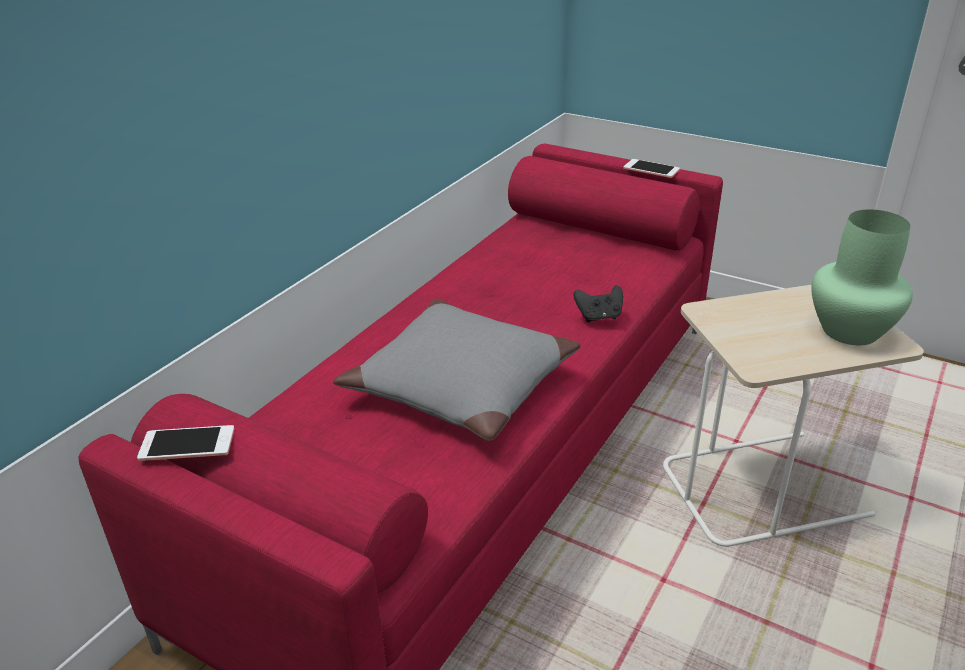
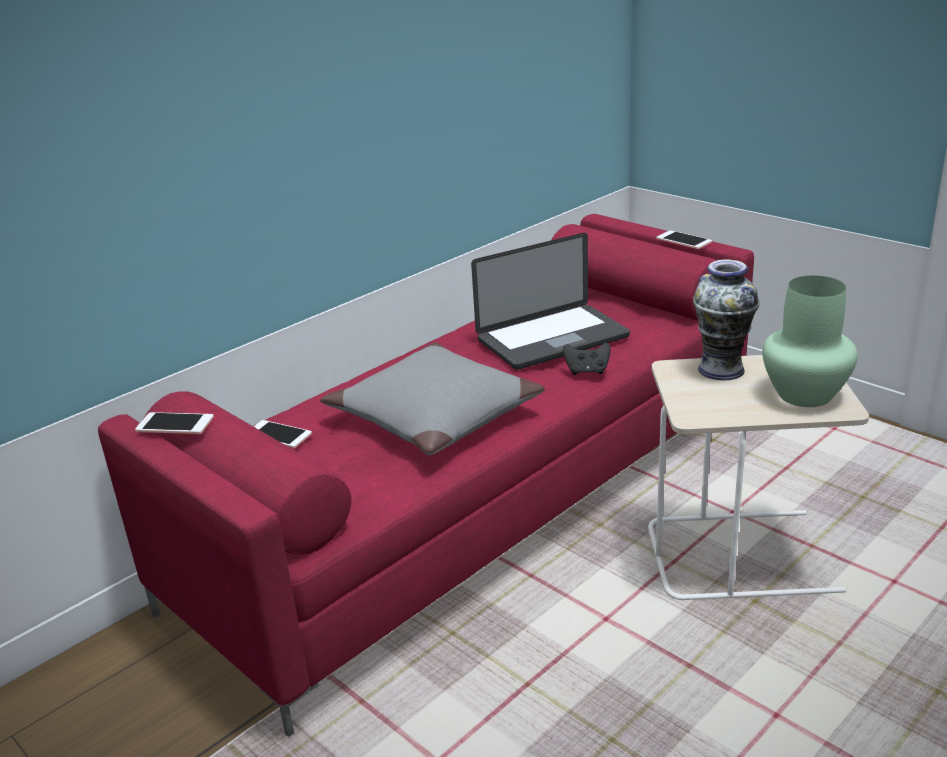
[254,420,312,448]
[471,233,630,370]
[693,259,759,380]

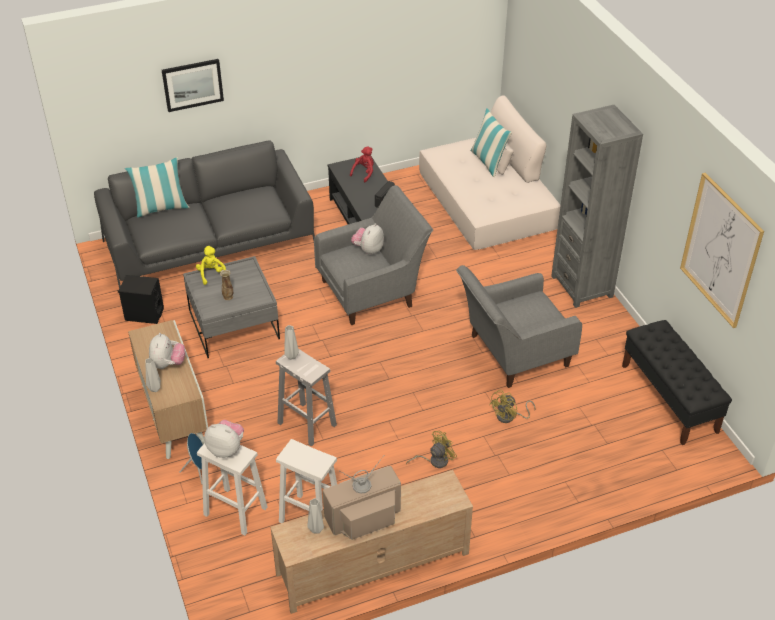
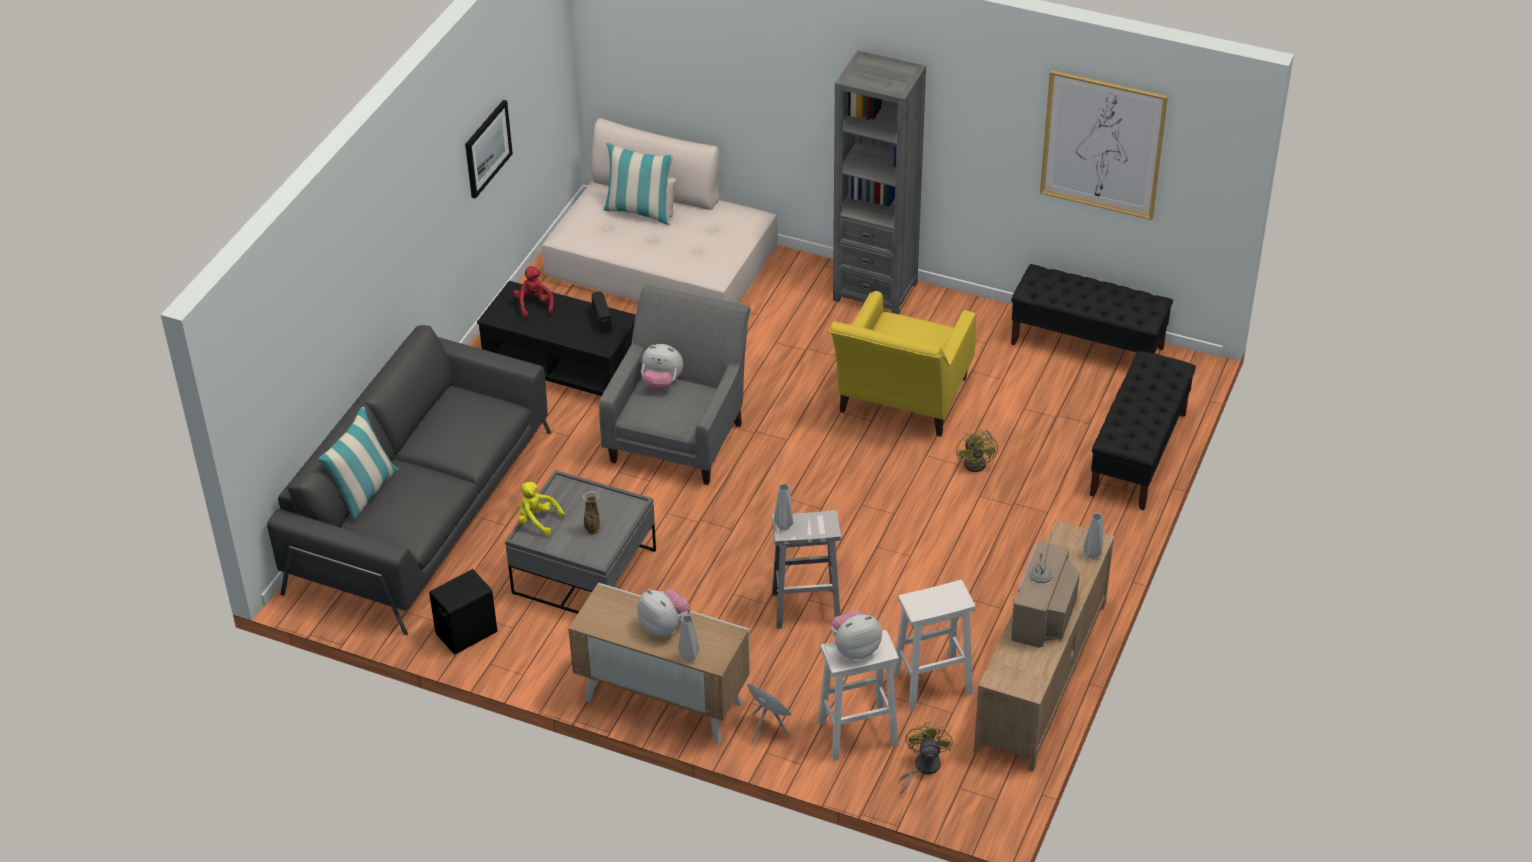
[465,100,513,199]
[641,344,683,392]
[829,291,976,437]
[899,722,953,794]
[1083,513,1103,559]
[1090,351,1196,510]

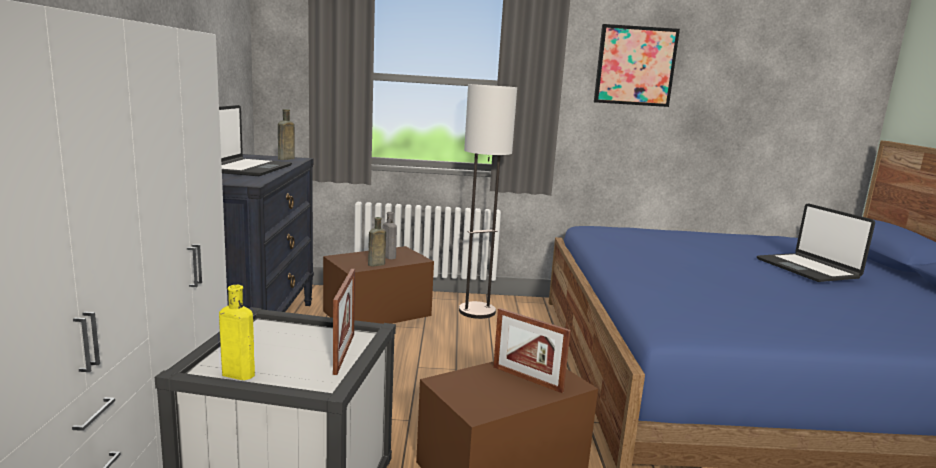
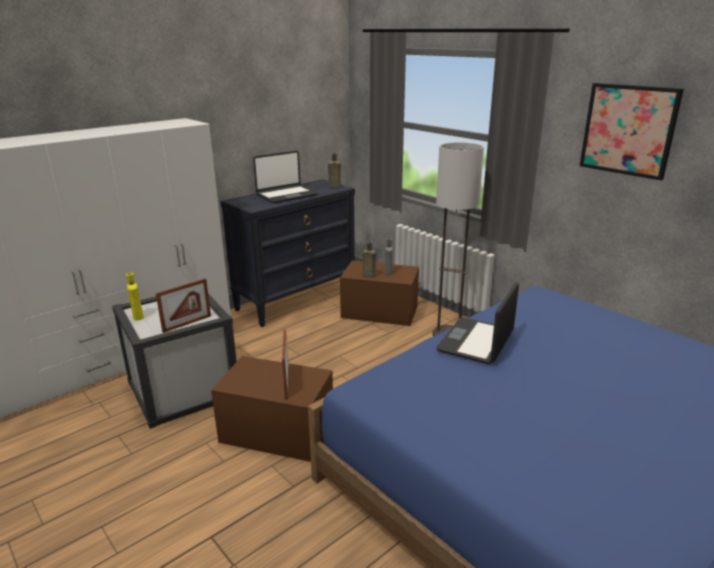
[437,282,519,364]

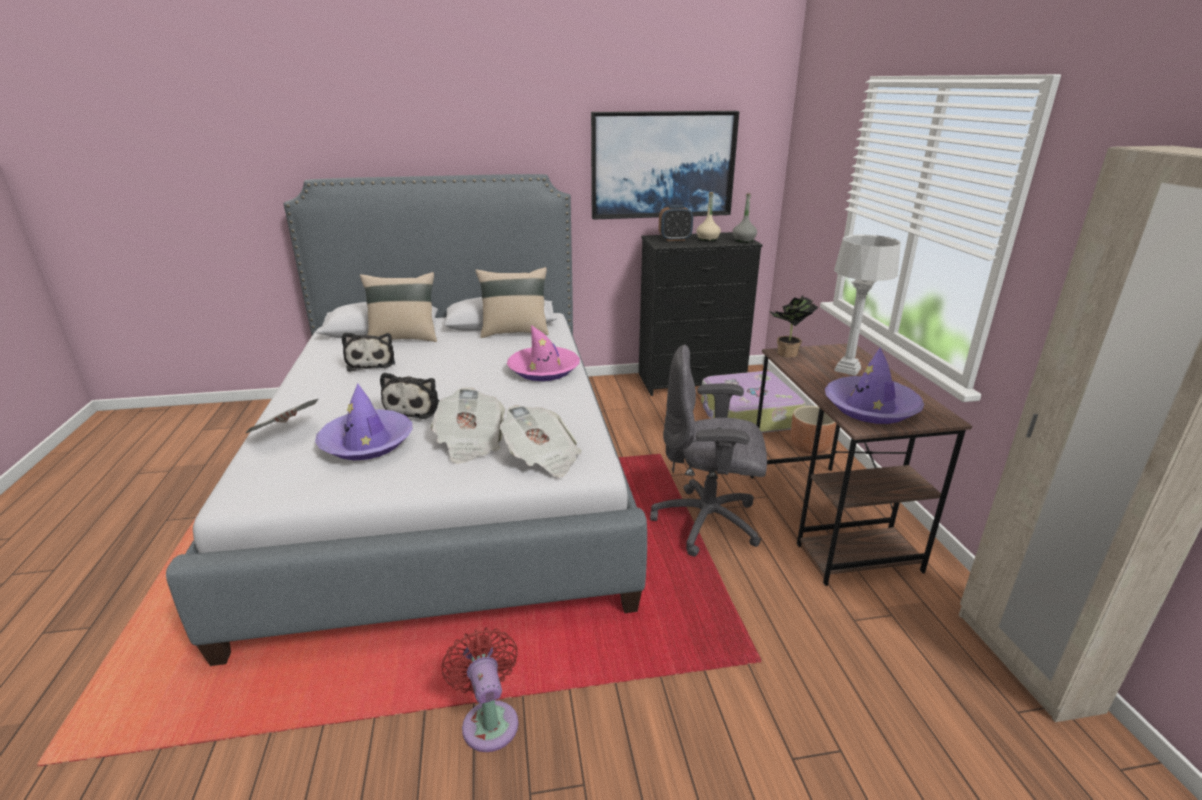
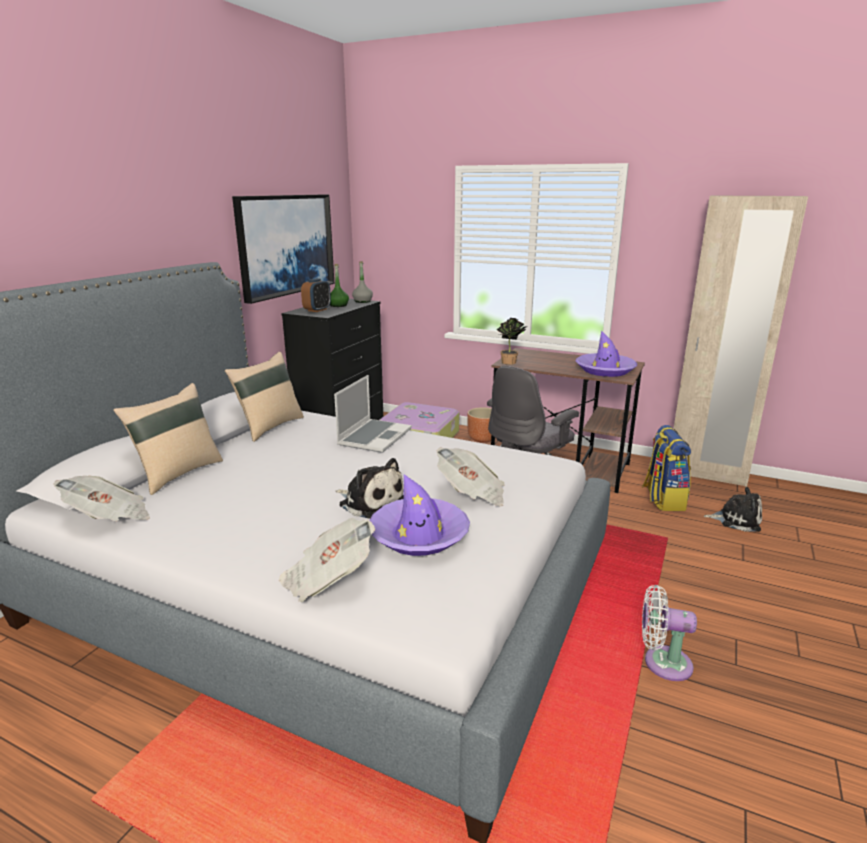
[53,476,150,521]
[330,264,349,307]
[334,375,412,453]
[642,425,691,511]
[642,585,697,681]
[704,487,762,532]
[834,234,901,376] (first image)

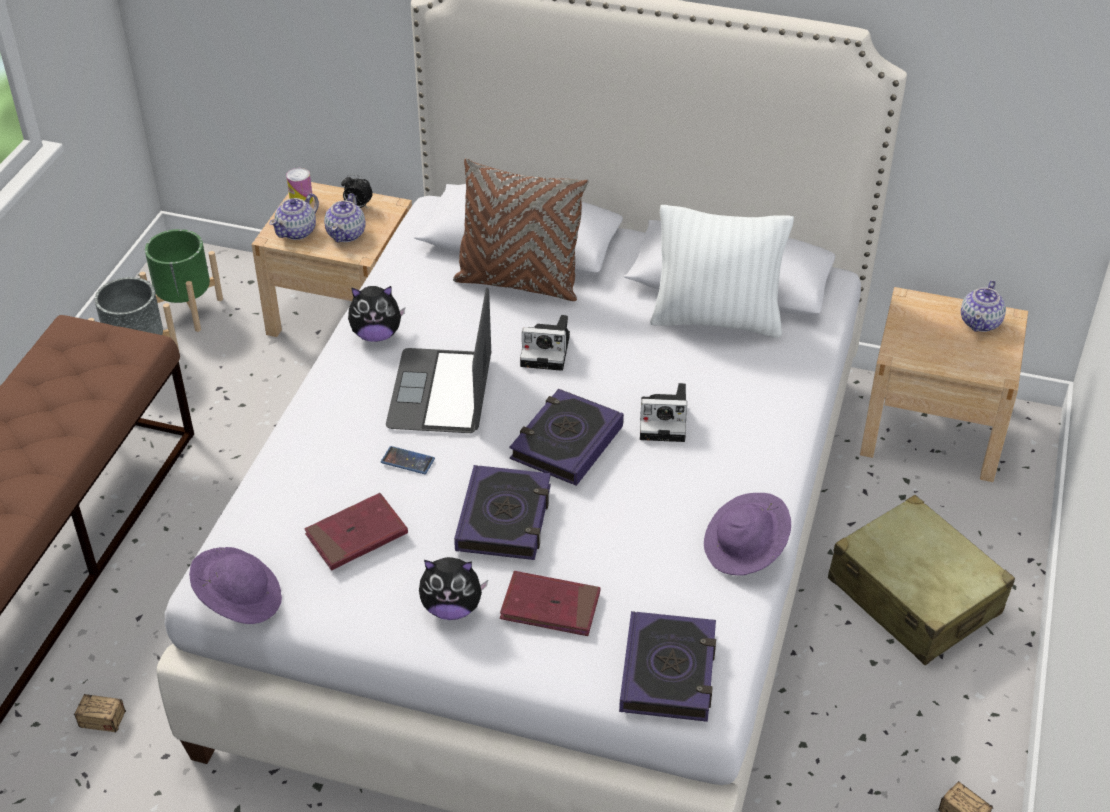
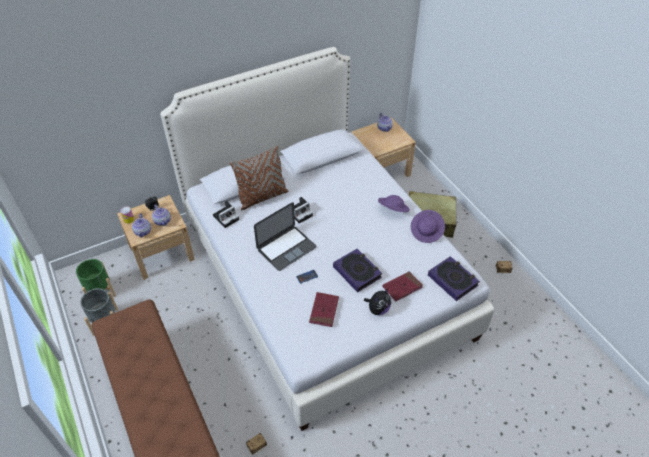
[213,201,239,228]
[254,202,317,271]
[378,195,410,212]
[348,286,405,342] (first image)
[509,389,624,486] (first image)
[650,205,794,338] (first image)

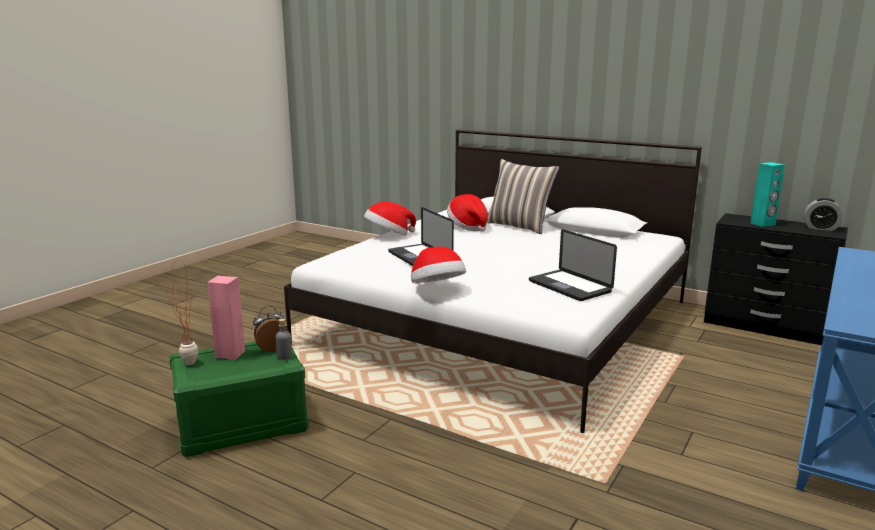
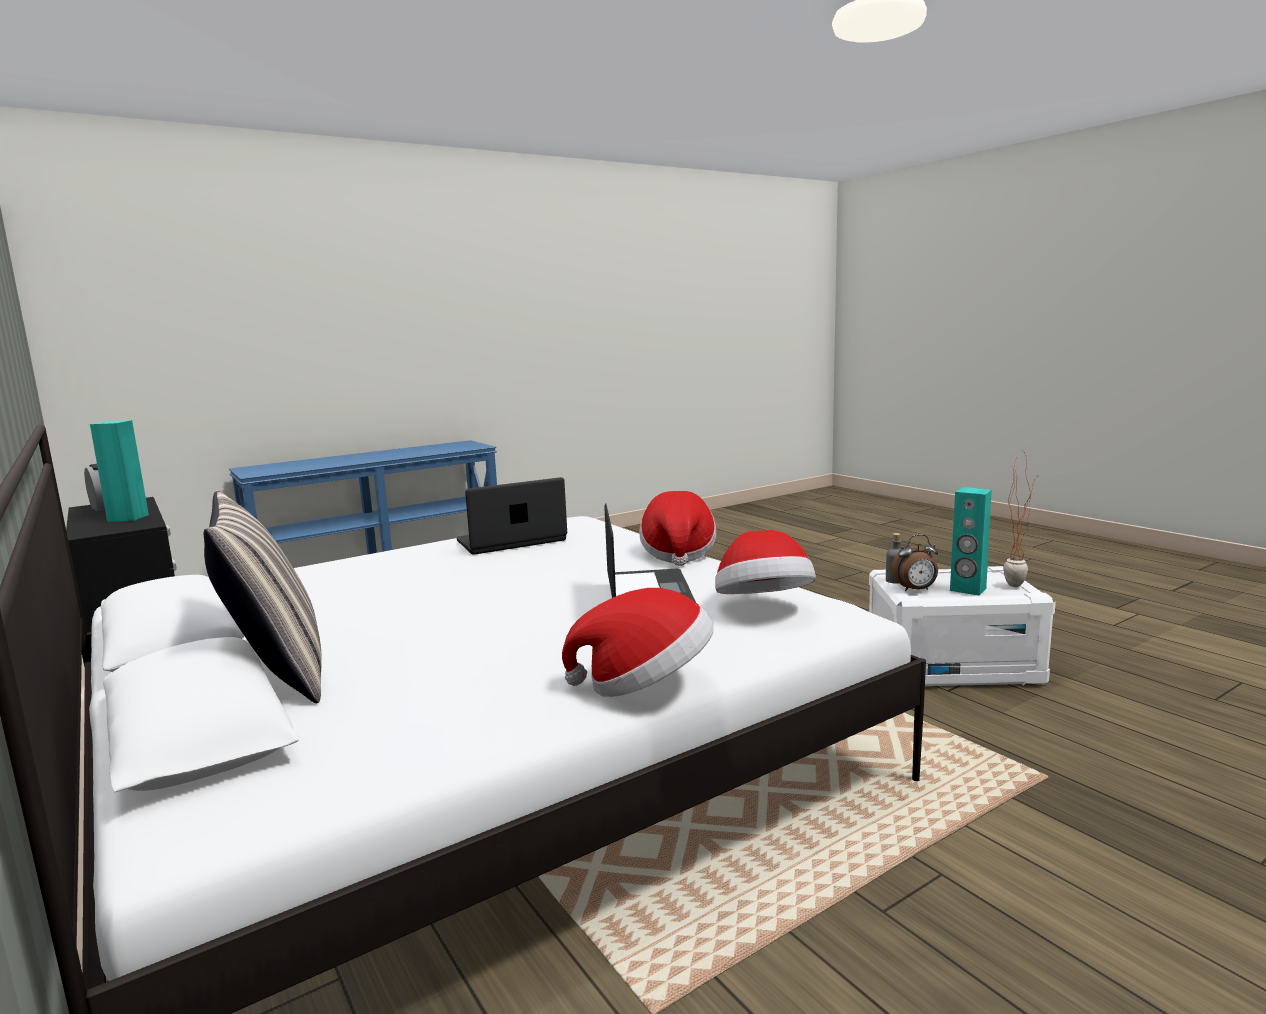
[457,477,567,555]
[715,530,816,594]
[869,566,1056,686]
[950,487,992,596]

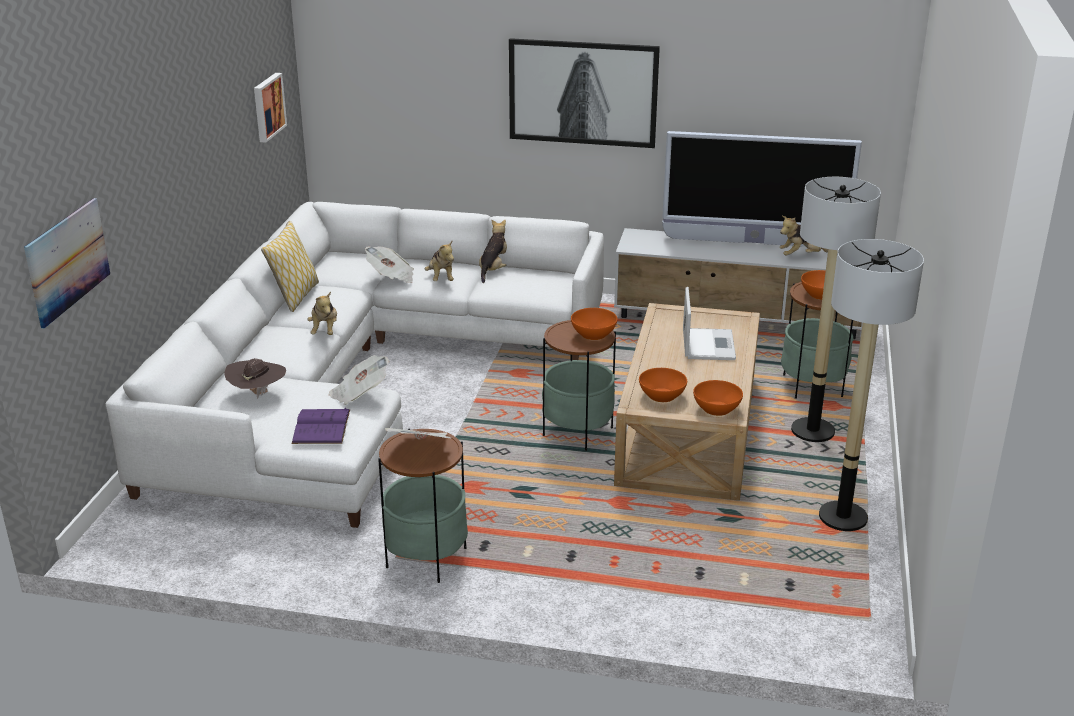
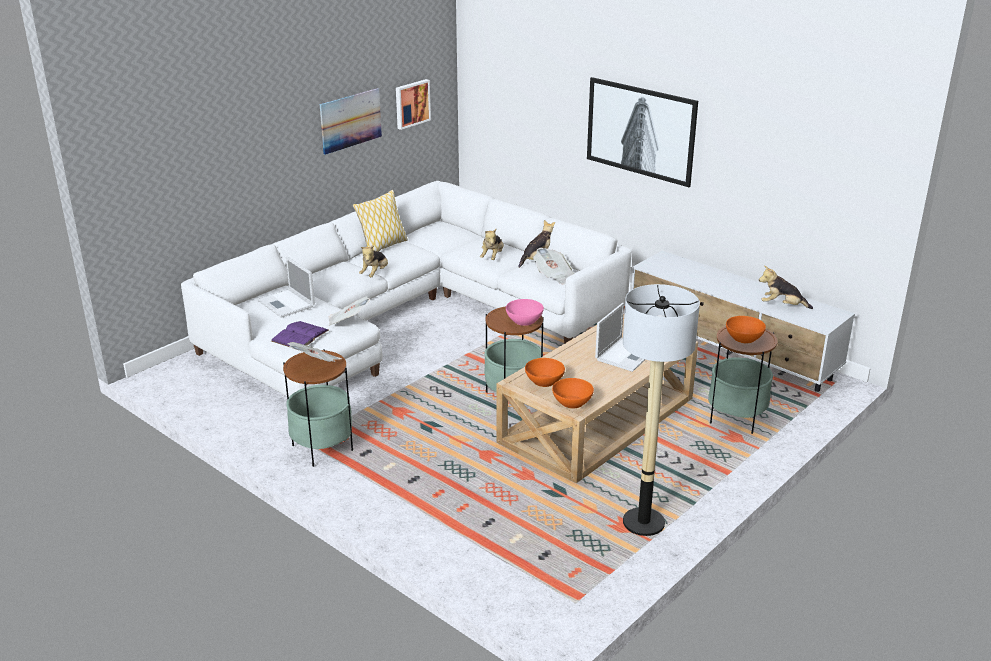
[257,257,315,318]
[320,88,382,155]
[506,299,544,326]
[533,248,575,285]
[662,131,862,247] (first image)
[791,177,881,442] (first image)

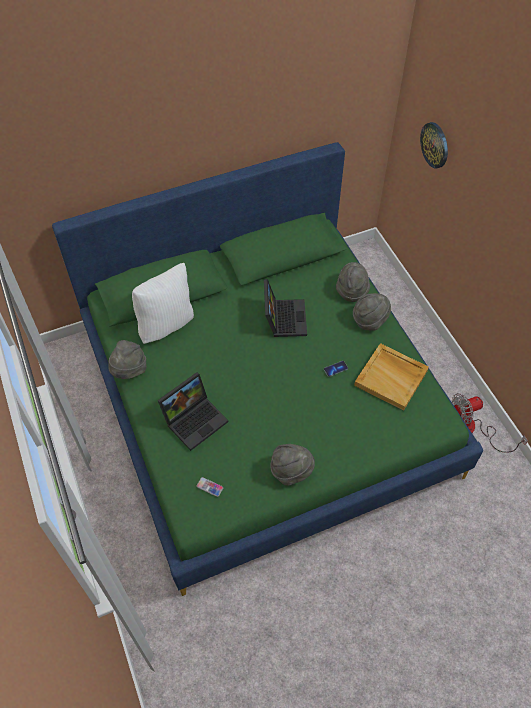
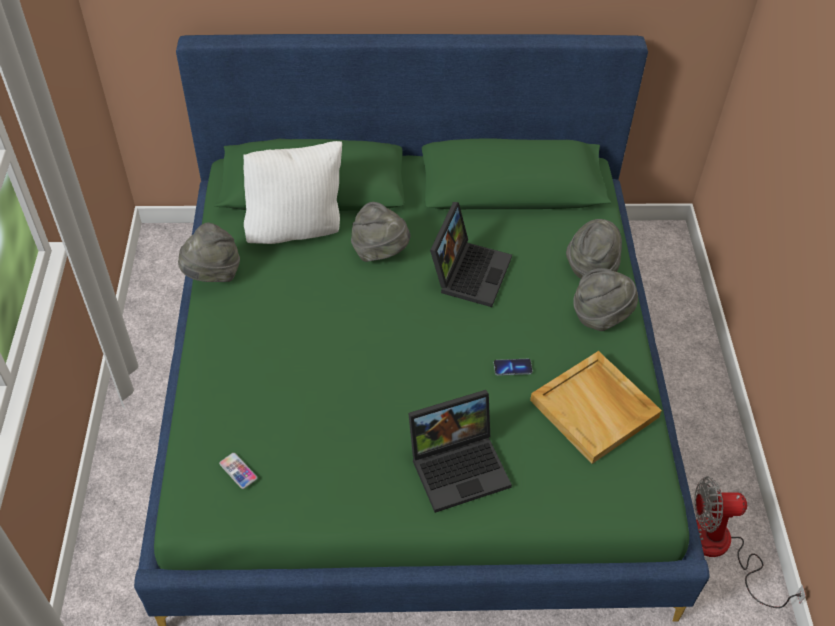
[351,202,410,262]
[408,390,512,513]
[420,122,448,169] (first image)

